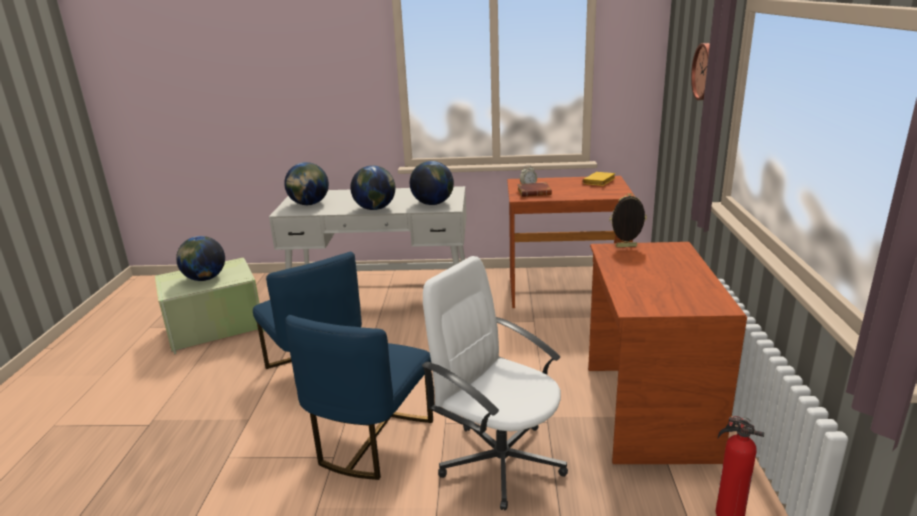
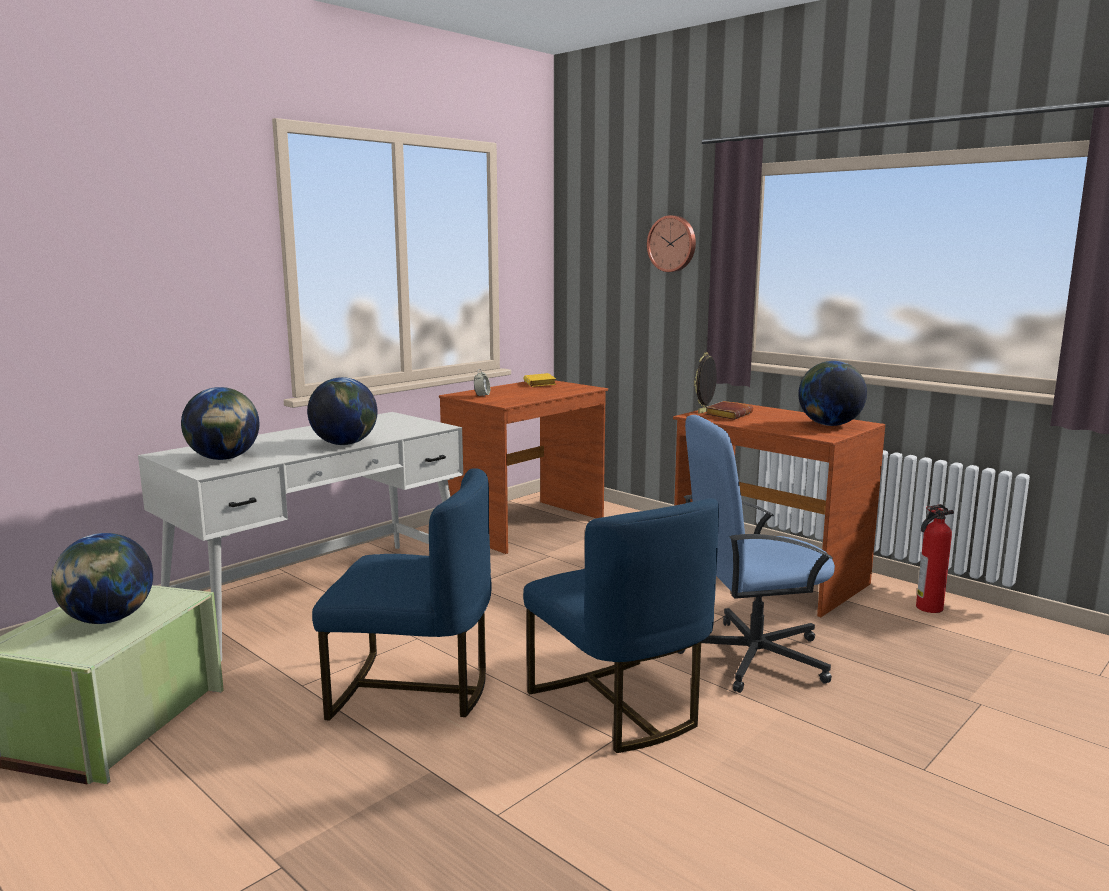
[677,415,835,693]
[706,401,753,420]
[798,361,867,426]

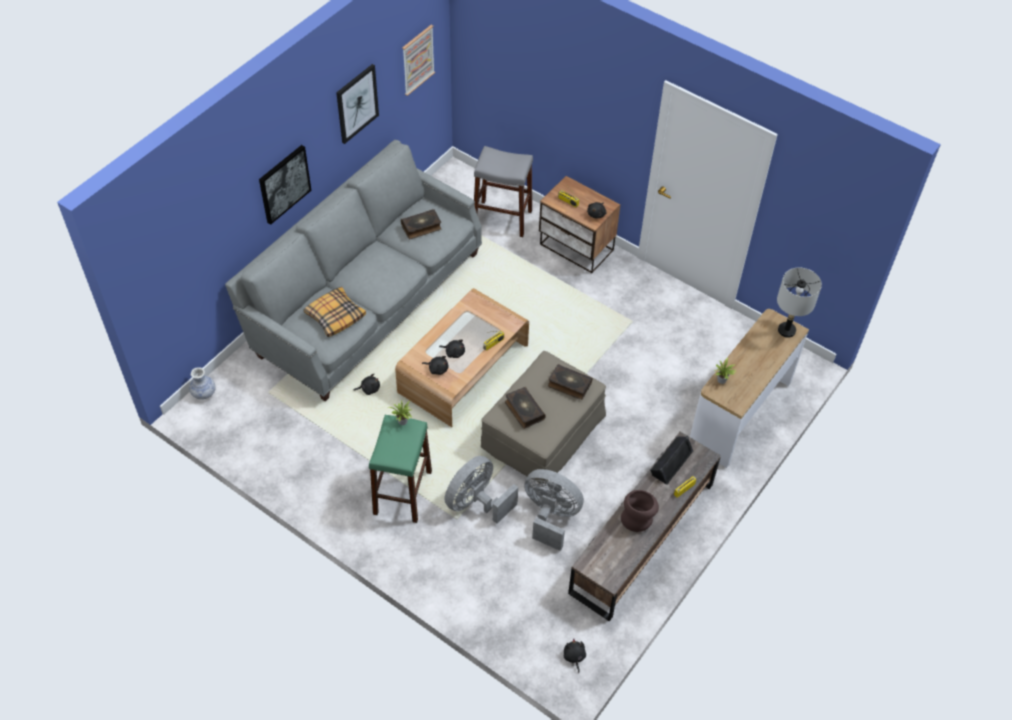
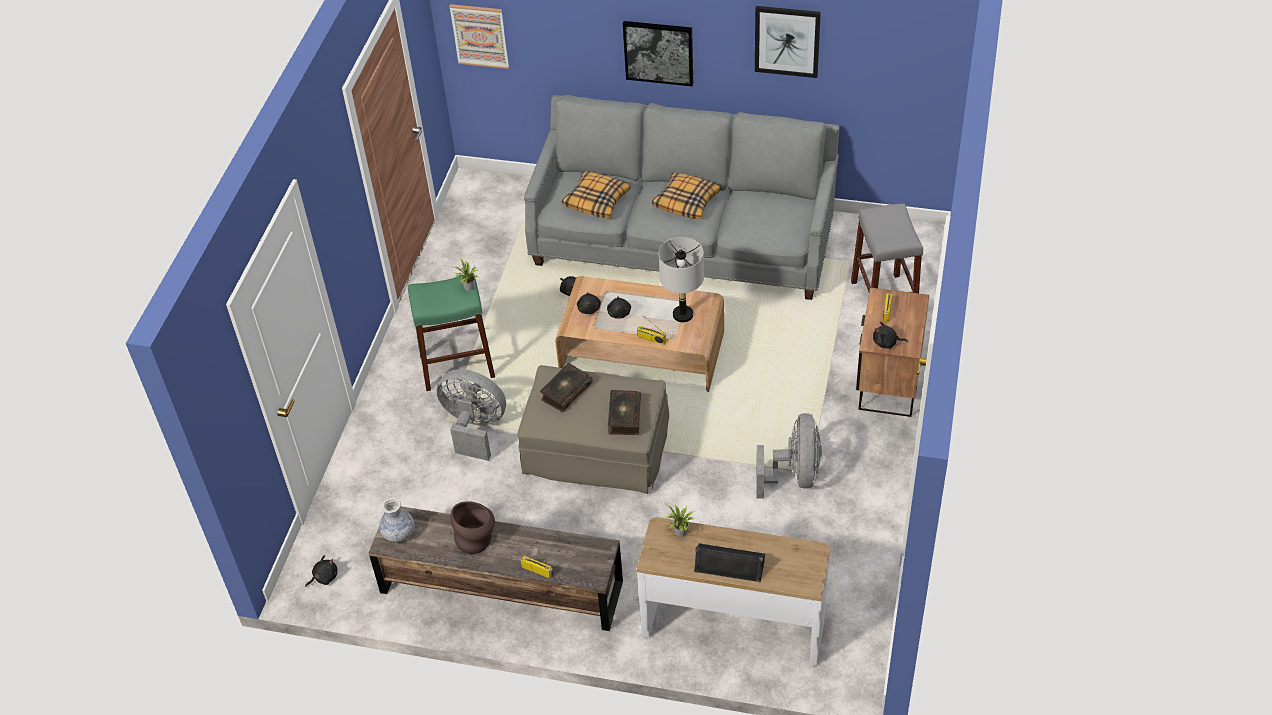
[379,497,414,542]
[449,4,509,69]
[652,173,721,219]
[659,237,704,323]
[694,543,765,582]
[756,413,822,499]
[401,209,441,239] (first image)

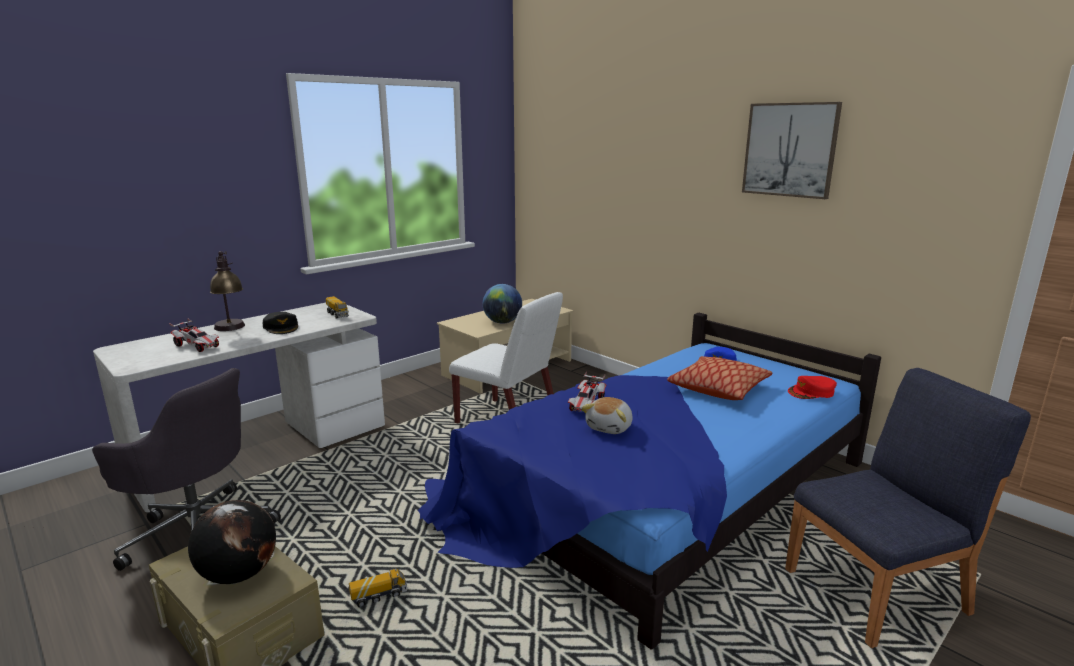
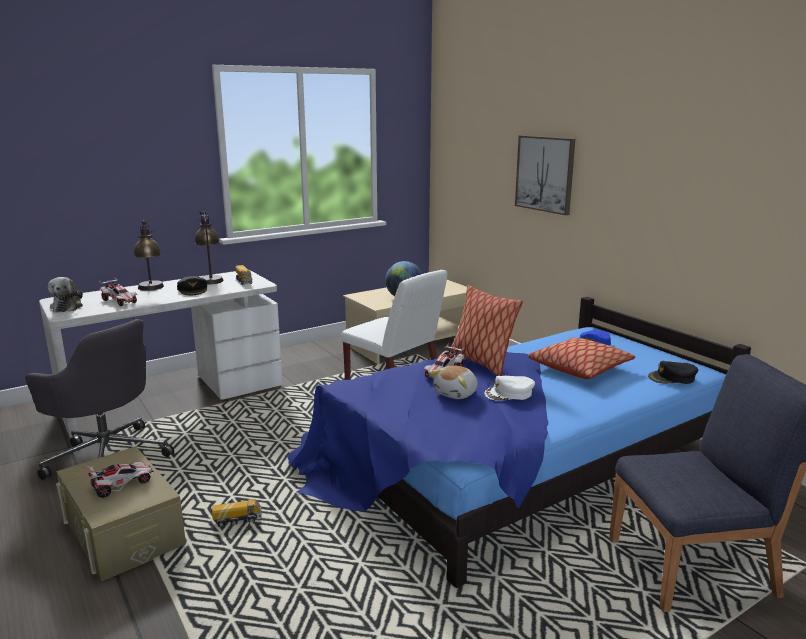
[48,277,83,312]
[83,461,154,498]
[195,211,224,285]
[450,285,523,376]
[485,376,535,401]
[515,135,575,215]
[648,361,698,384]

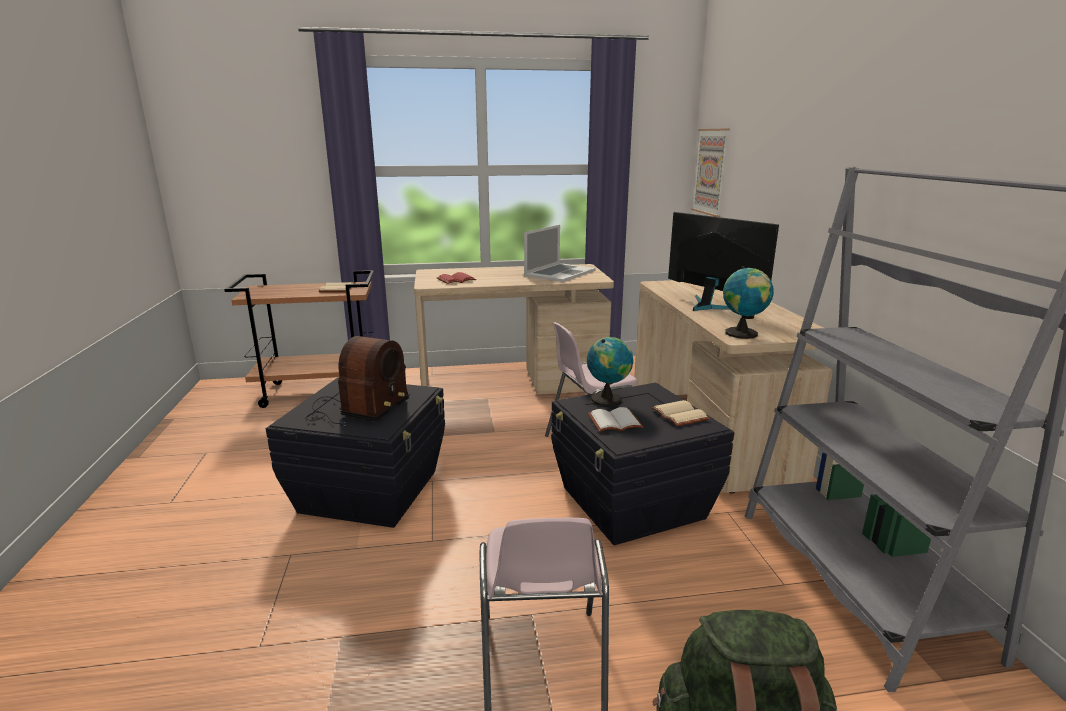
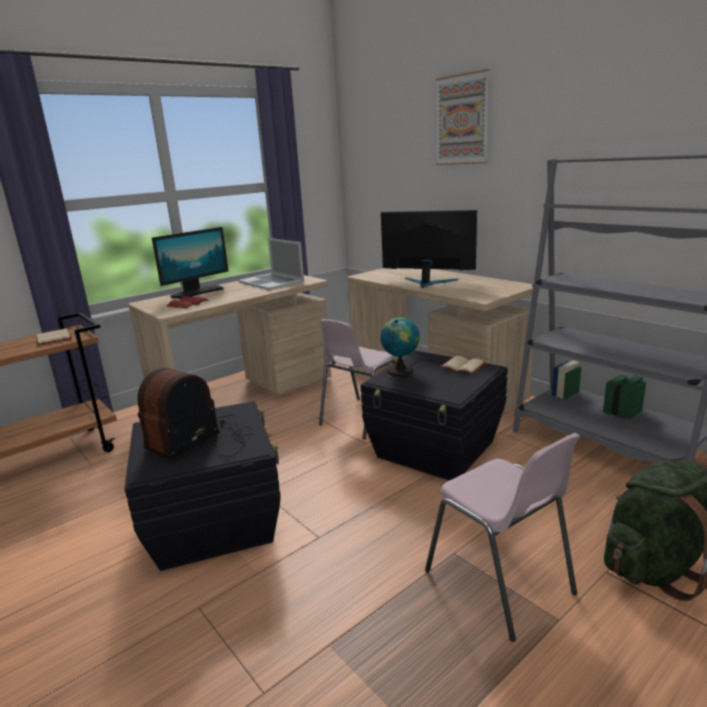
[137,368,253,460]
[152,227,229,299]
[238,238,304,290]
[436,69,490,165]
[588,407,643,432] (first image)
[723,266,774,339] (first image)

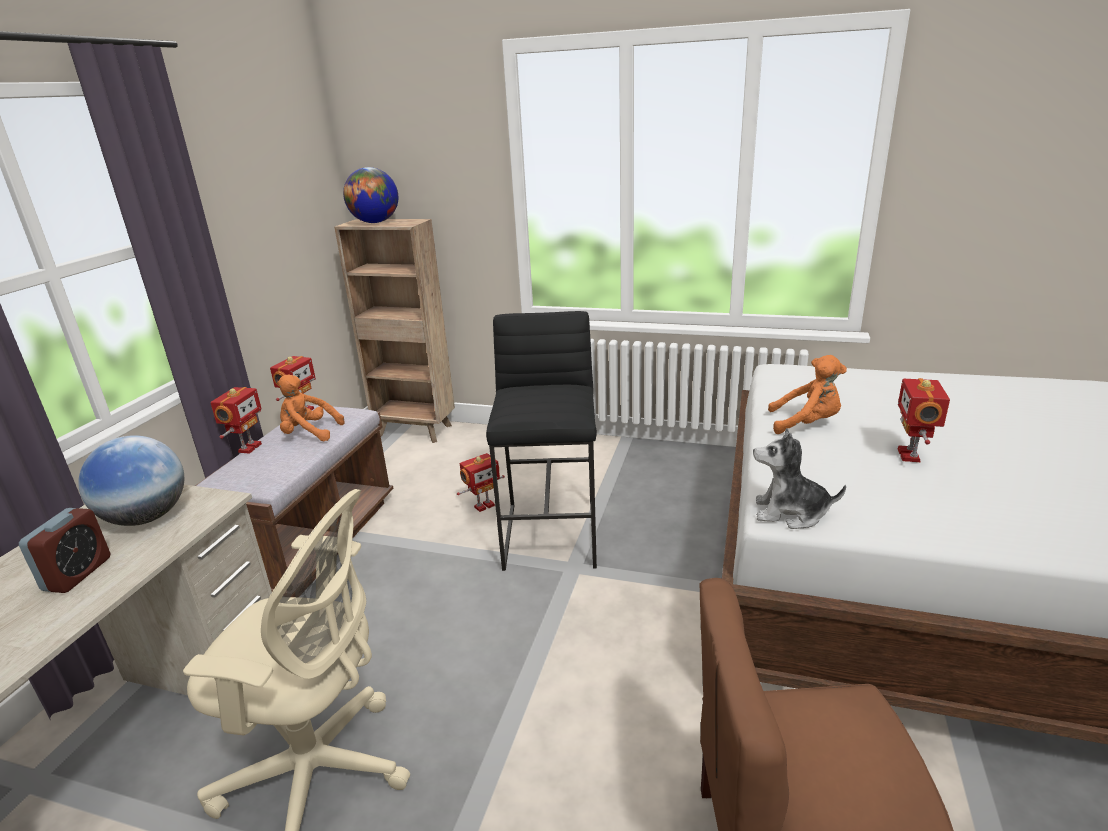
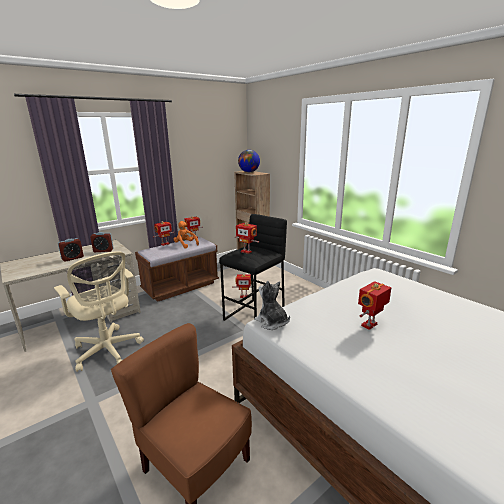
[90,232,114,252]
[235,222,259,254]
[768,355,847,434] (first image)

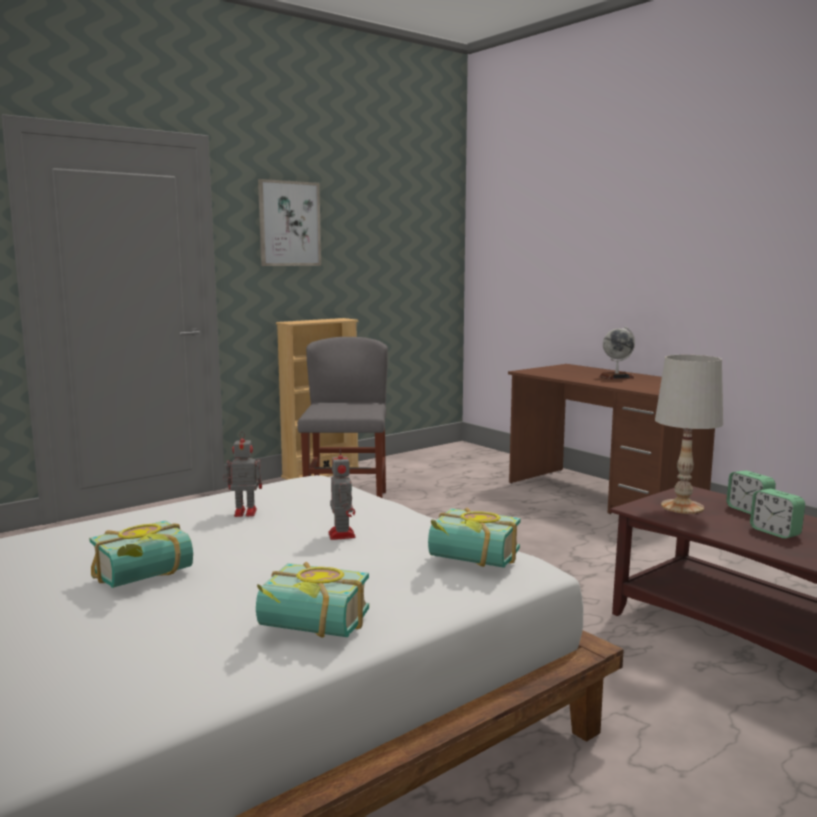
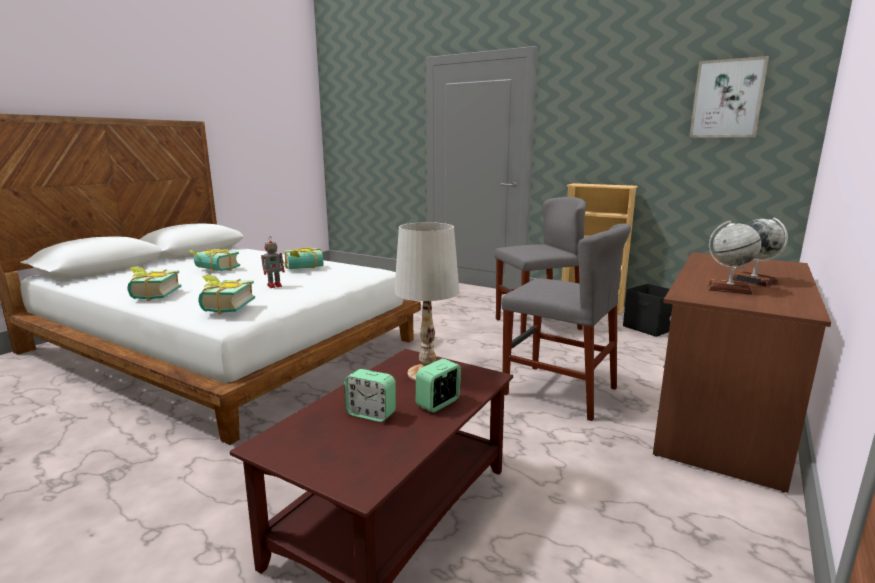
[284,248,323,269]
[344,369,396,422]
[501,224,631,421]
[623,284,673,337]
[689,56,769,138]
[707,221,761,295]

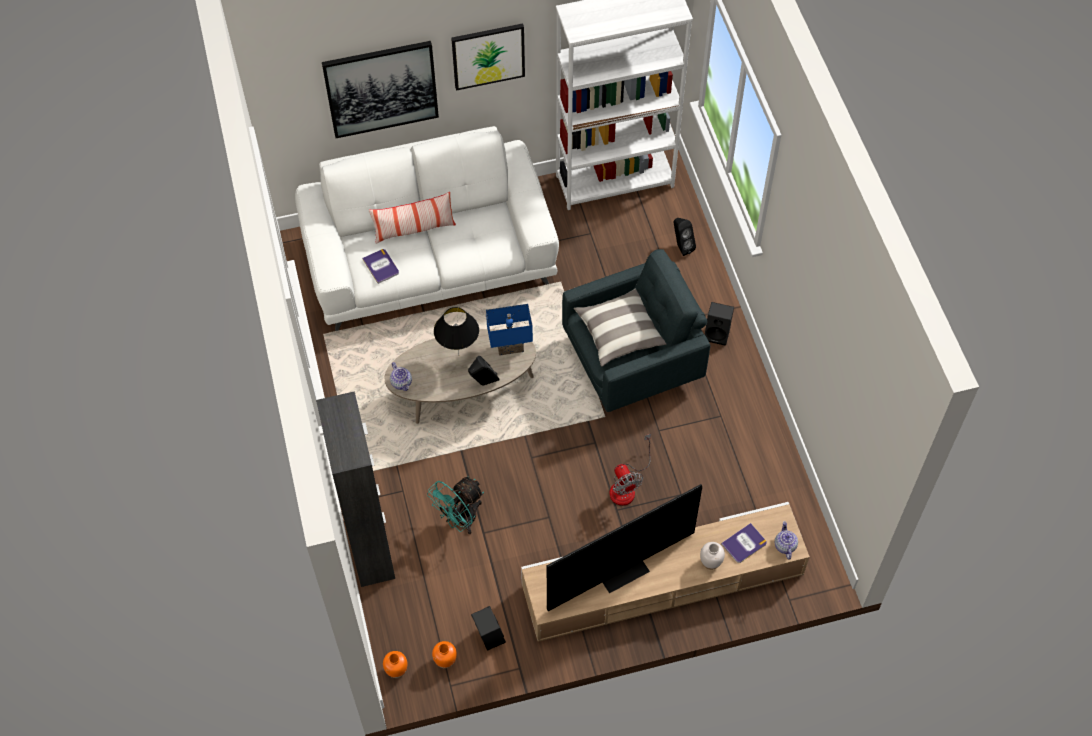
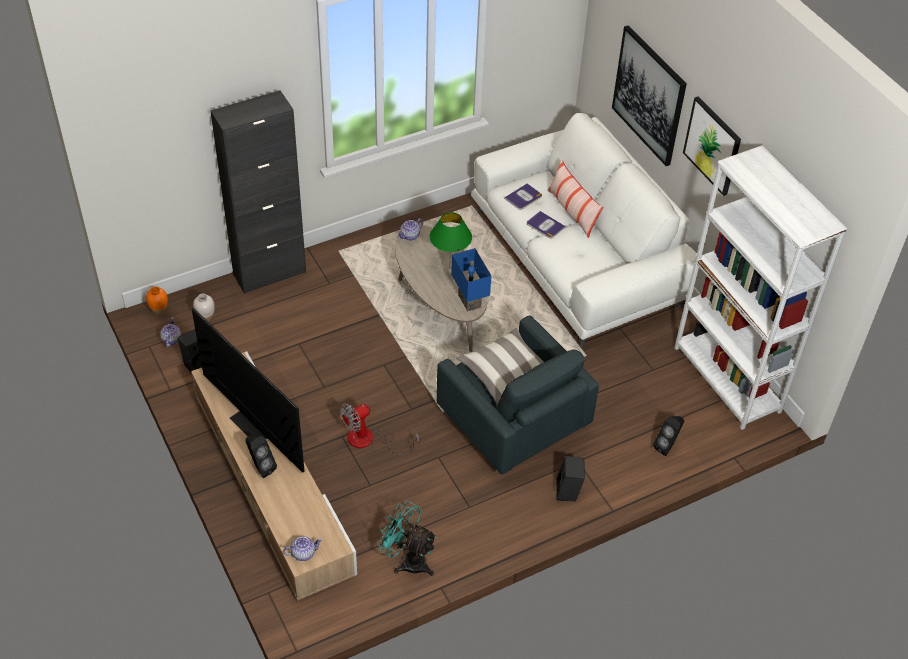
[160,317,181,348]
[193,294,215,321]
[245,435,277,478]
[377,501,437,576]
[430,212,472,268]
[527,211,566,239]

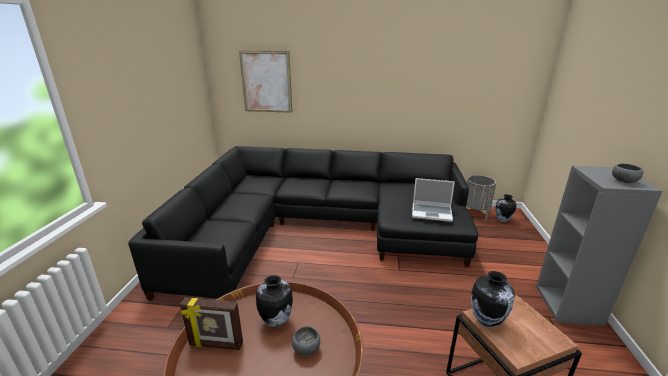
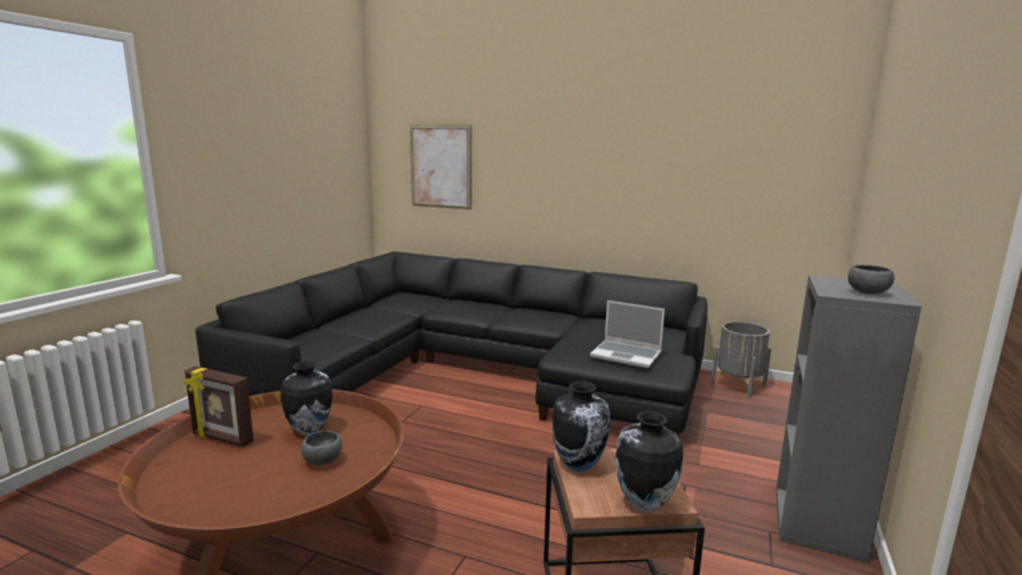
[615,411,683,512]

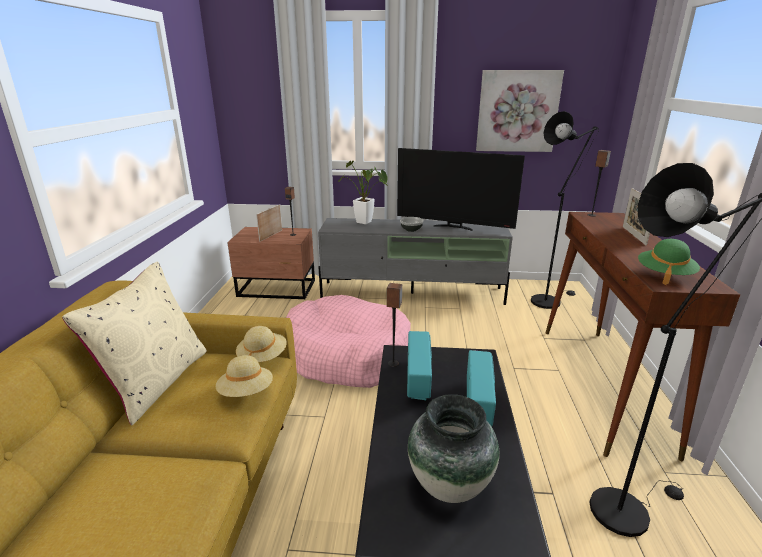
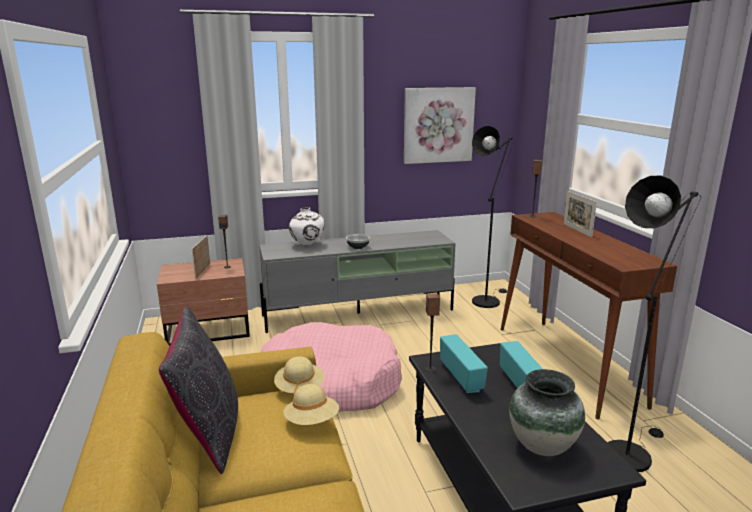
[159,306,238,474]
[289,207,325,245]
[397,148,525,231] (first image)
[638,239,700,285] (first image)

